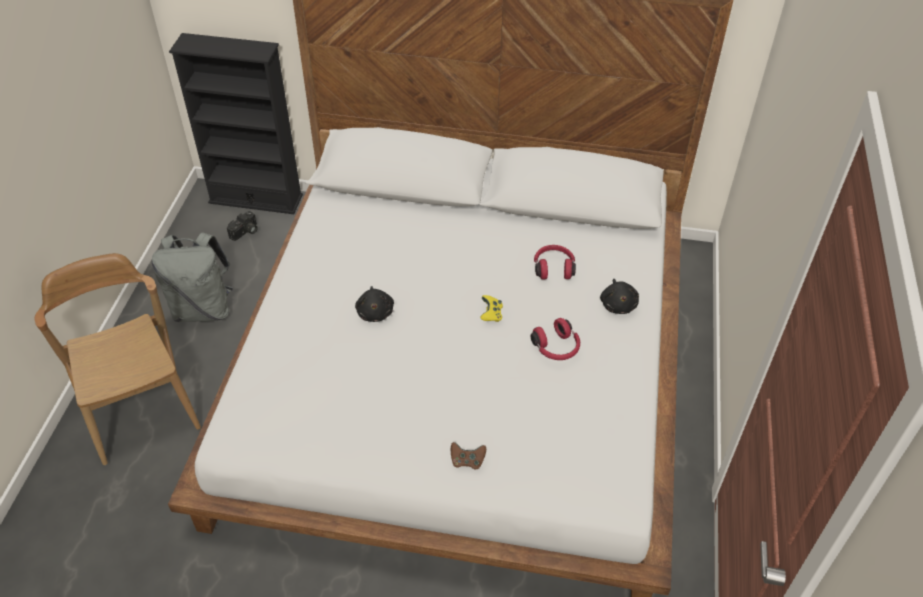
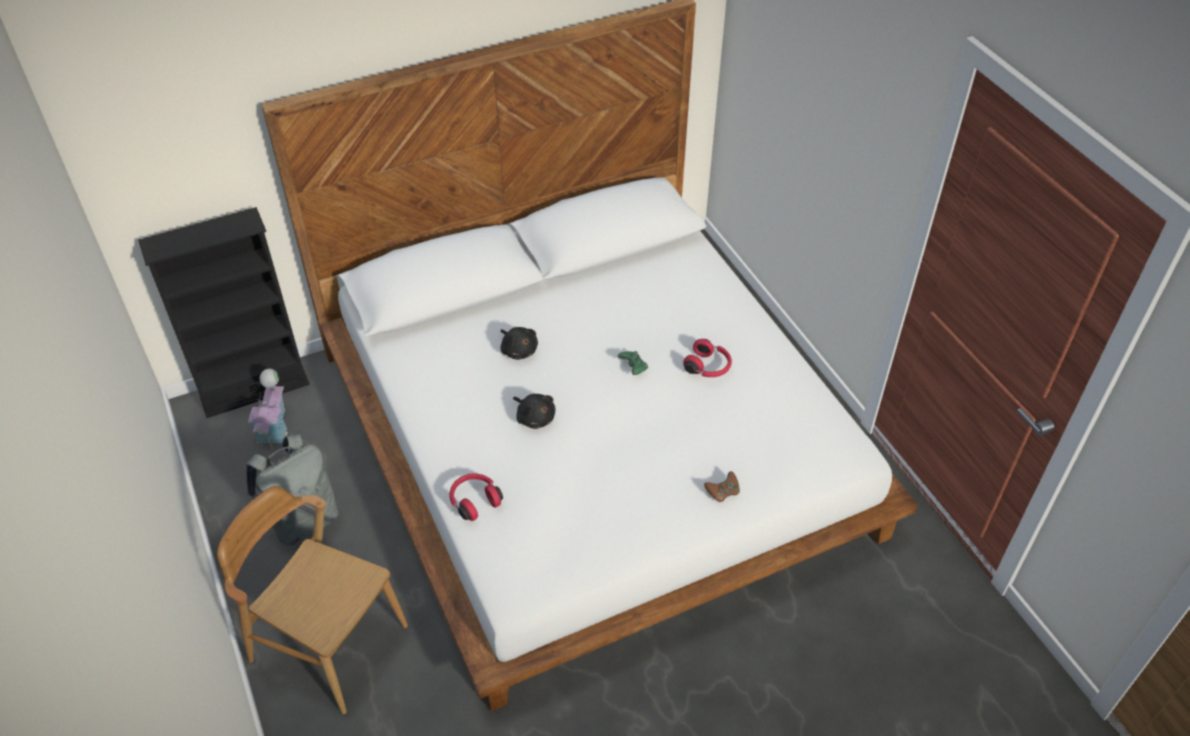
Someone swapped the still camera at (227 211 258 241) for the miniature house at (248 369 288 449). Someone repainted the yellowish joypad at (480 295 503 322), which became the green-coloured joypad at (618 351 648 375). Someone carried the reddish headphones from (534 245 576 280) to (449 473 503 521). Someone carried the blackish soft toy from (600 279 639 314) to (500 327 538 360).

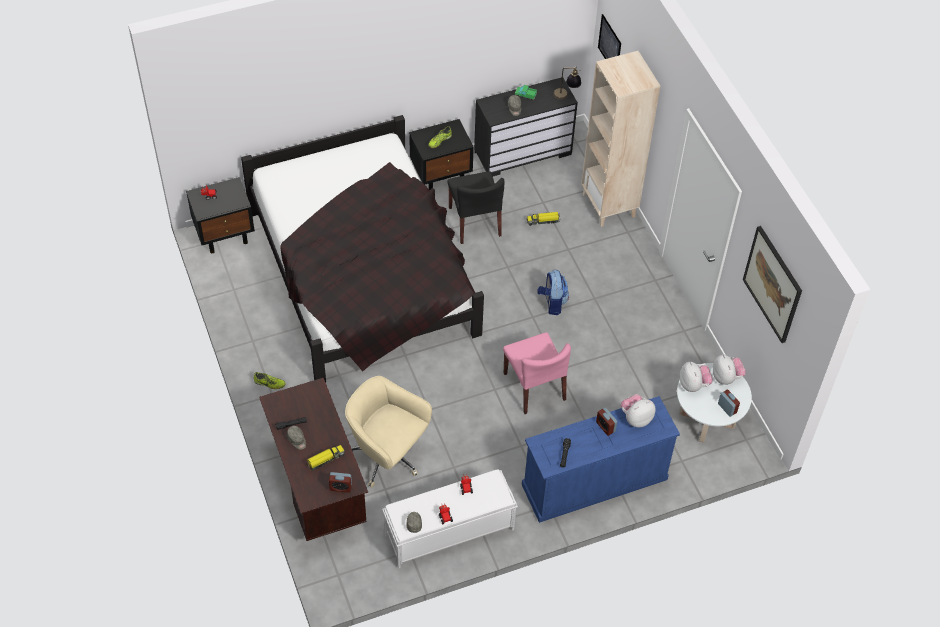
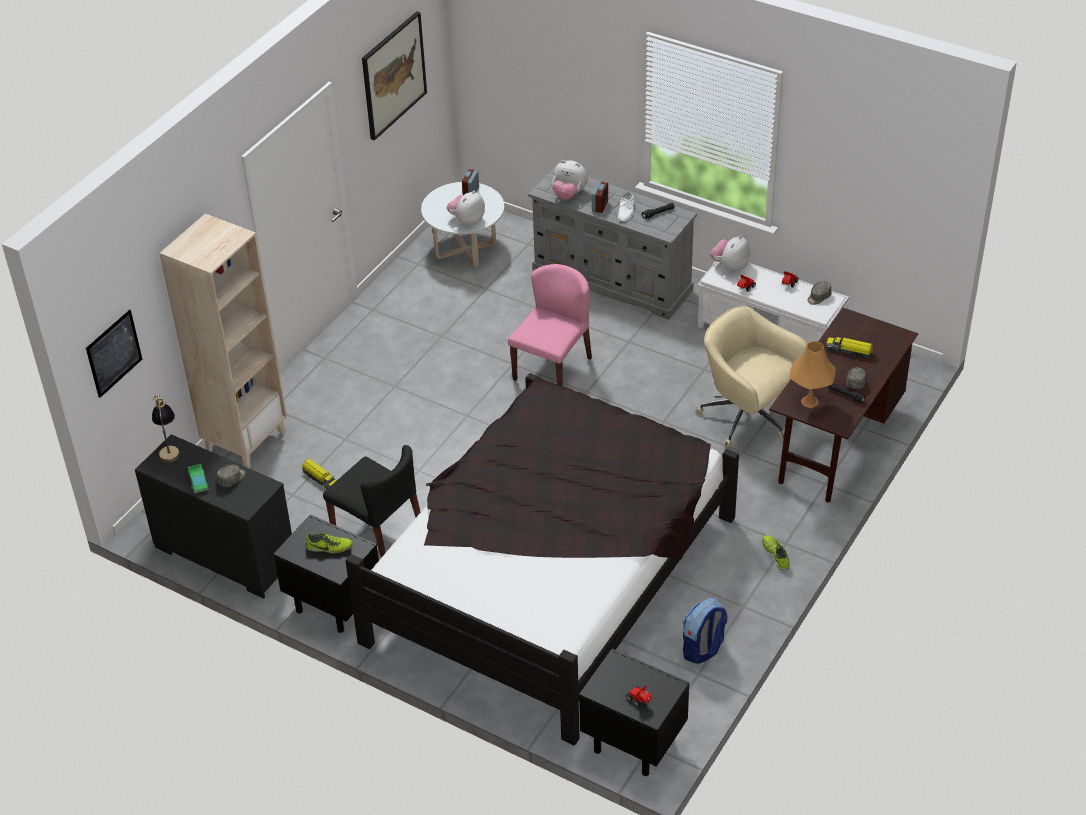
Someone took away the alarm clock at (329 472 352 493). Someone rotated the beige desk chair at (345 376 432 488) by 135 degrees clockwise. Someone rotated the blackish chair at (447 171 504 244) by 90 degrees clockwise. Someone repainted the blue dresser at (522 396 680 523), which became the greyish dresser at (528 166 697 320). Someone carried the rucksack from (537 270 569 315) to (683 598 728 664). Someone carried the soft toy from (713 355 746 385) to (710 235 750 273). Someone put down the white-coloured shoe at (618 192 634 222). Someone put down the orangey table lamp at (790 341 836 408).

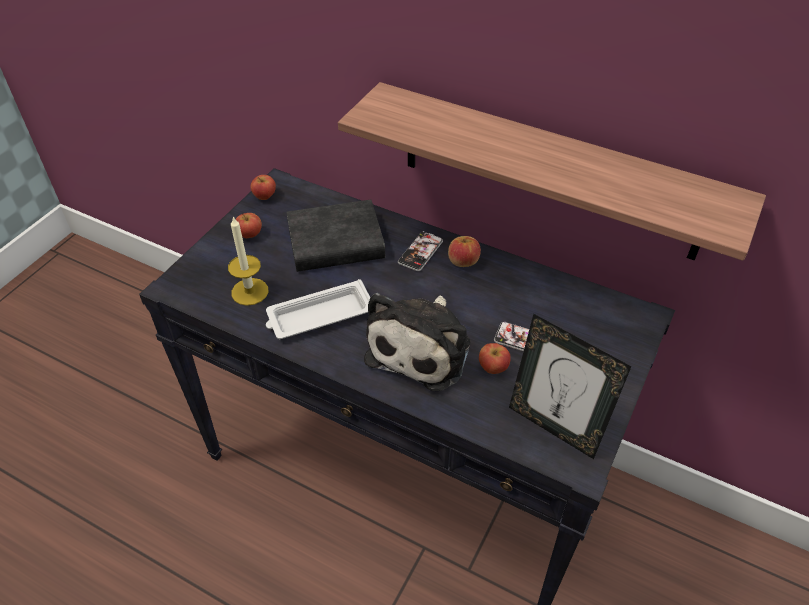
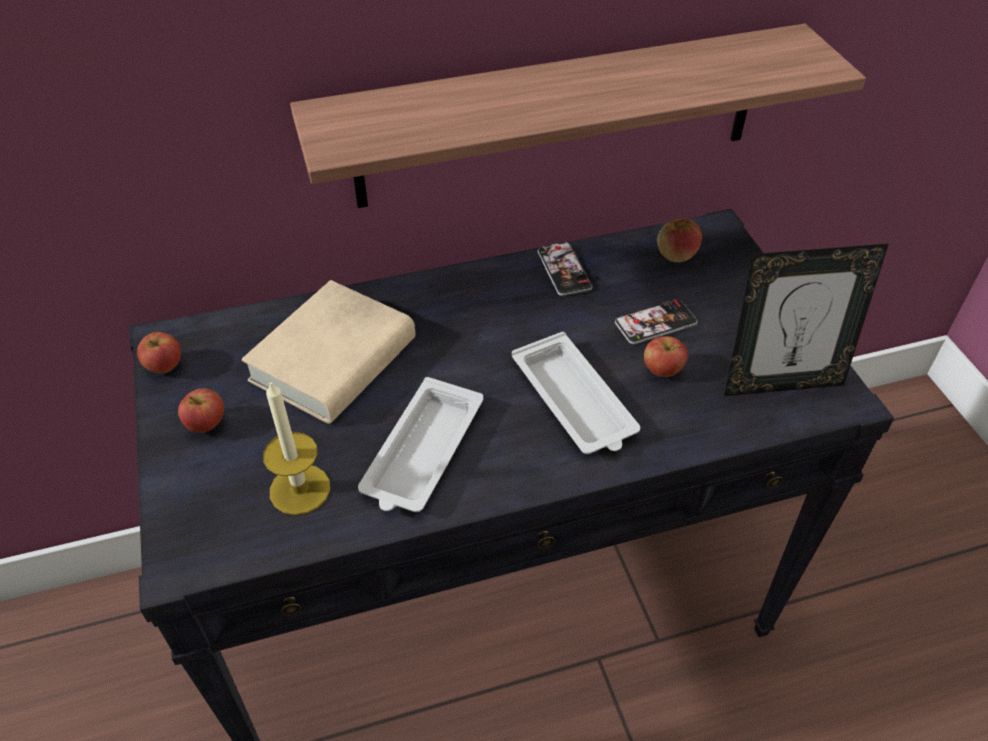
Someone repainted the blackish volume at (286 200 385 272), which became the beige volume at (242 280 415 424). Someone swapped the soft toy at (364 293 471 391) for the white-coloured serving tray at (512 332 640 454). Someone carried the phone from (398 231 443 271) to (538 242 592 296). Someone carried the apple fruit from (448 236 481 267) to (658 219 702 263).

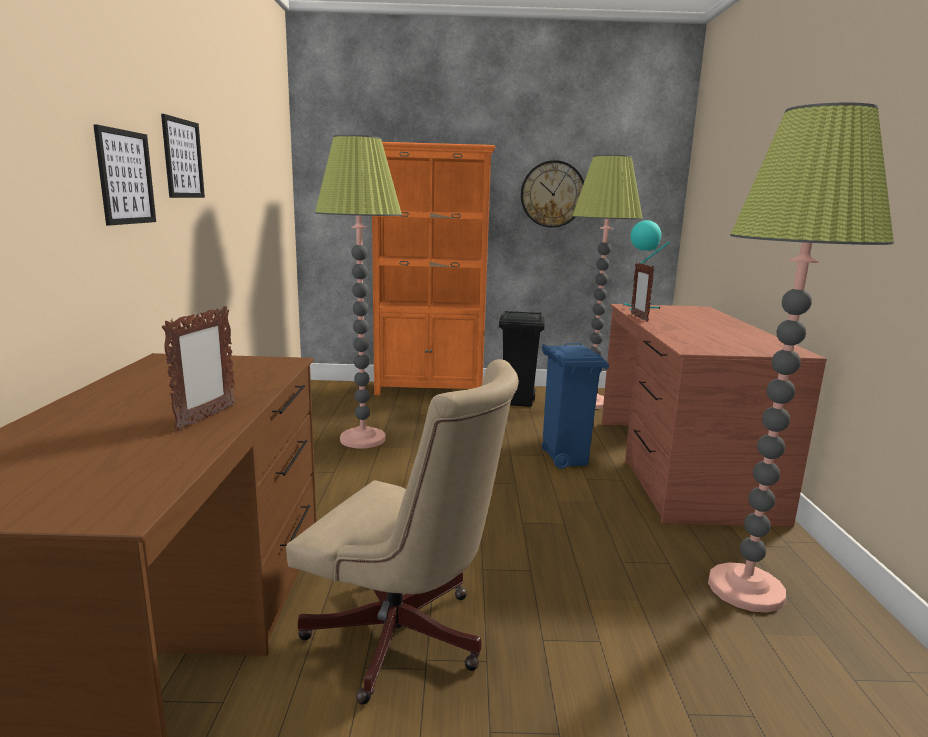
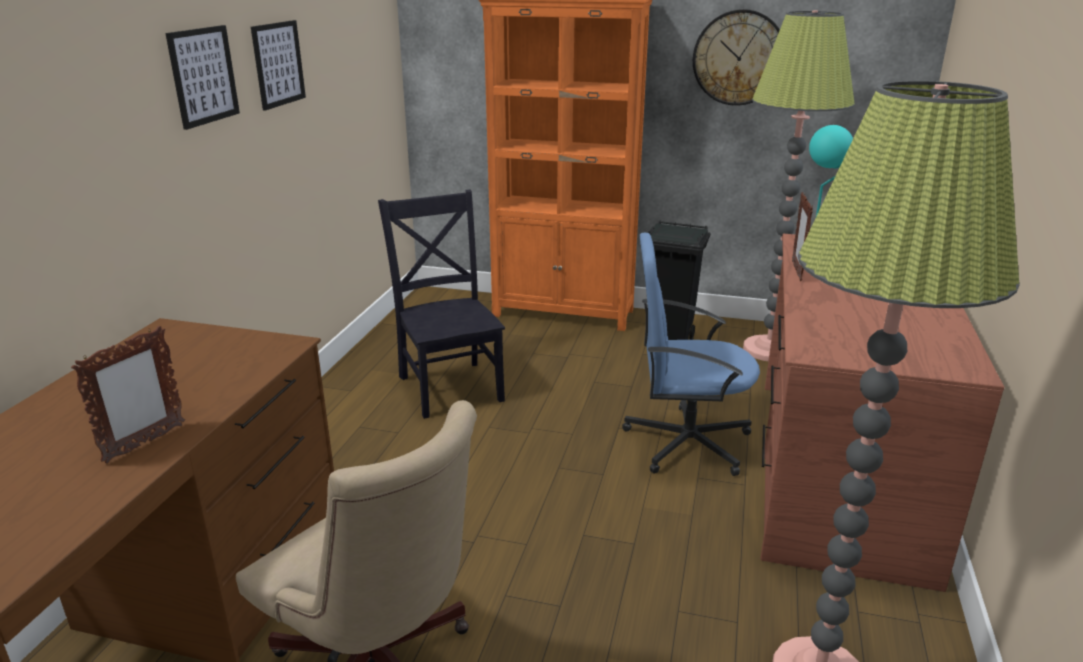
Someone carried the picture from (93 124 156 225) to (251 20 306 110). Someone swapped the standing lamp at (315 135 402 448) for the blackish chair at (378 190 505 419). Someone swapped the blue waste bin at (541 343 609 469) for the blue desk chair at (622 233 760 476).

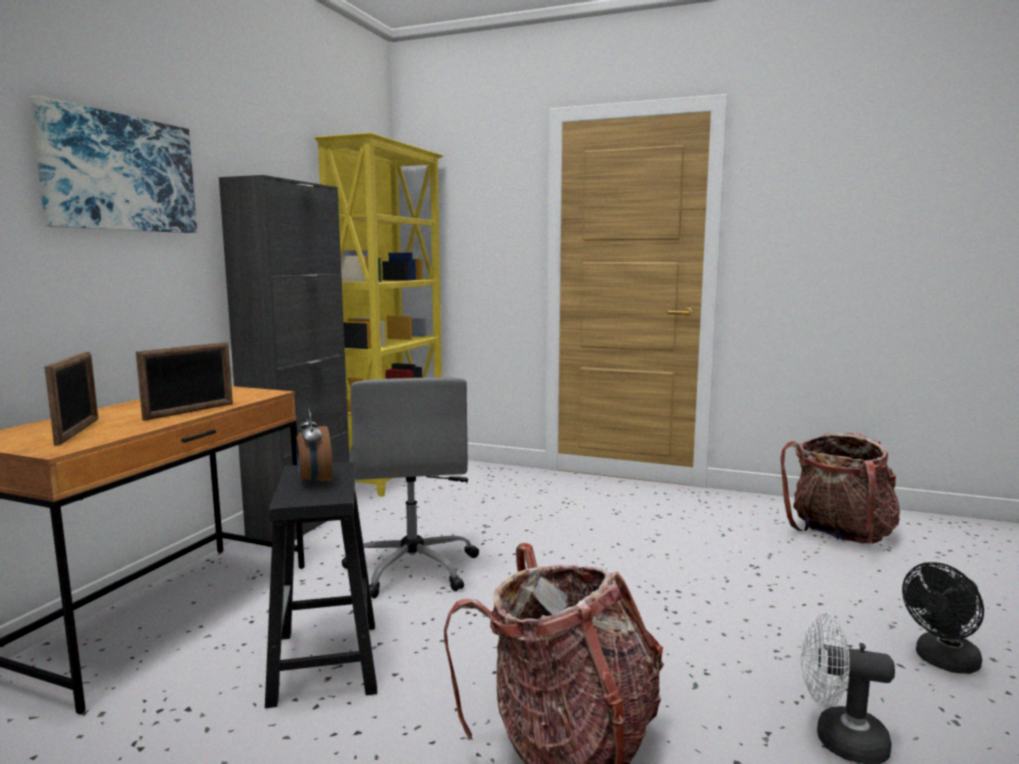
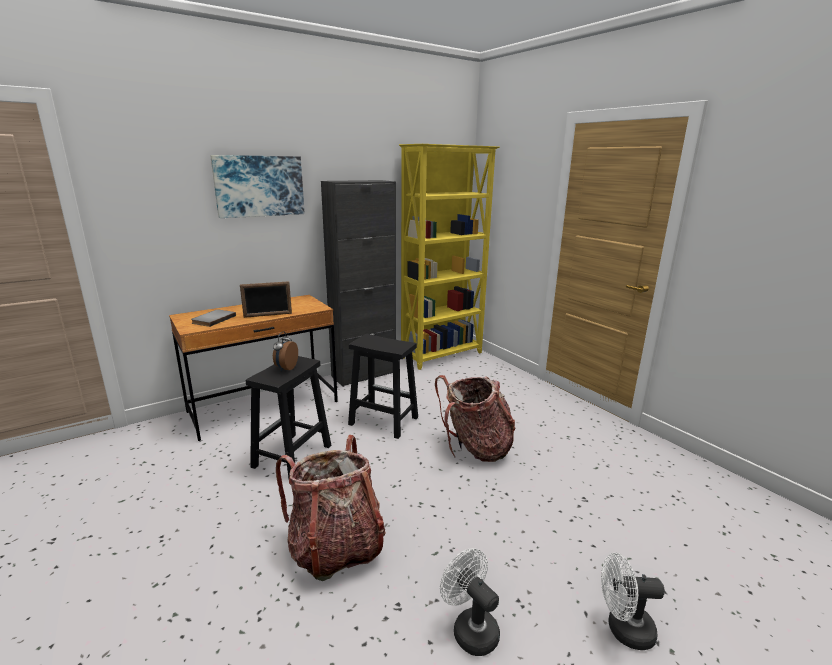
Someone swapped the picture frame at (44 352 98 446) for the greyish volume at (191 309 236 327). Someone swapped the greyish desk chair at (342 377 479 599) for the blackish stool seat at (348 334 418 439). Someone carried the rucksack from (780 432 900 544) to (435 375 516 462). Someone repainted the blackish fan at (902 562 984 674), which became the white-coloured fan at (601 553 665 650).

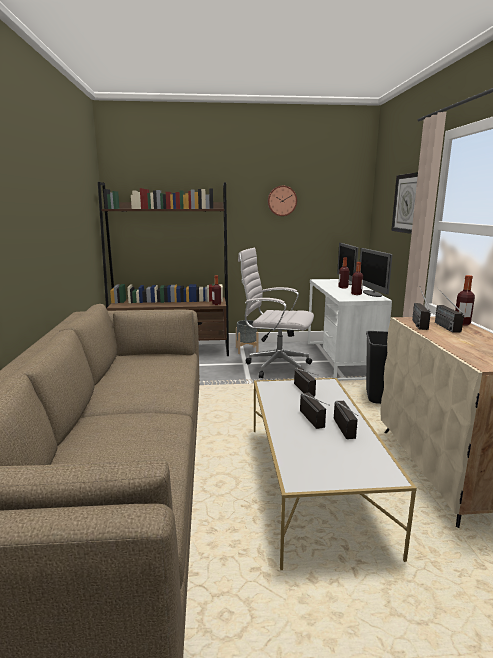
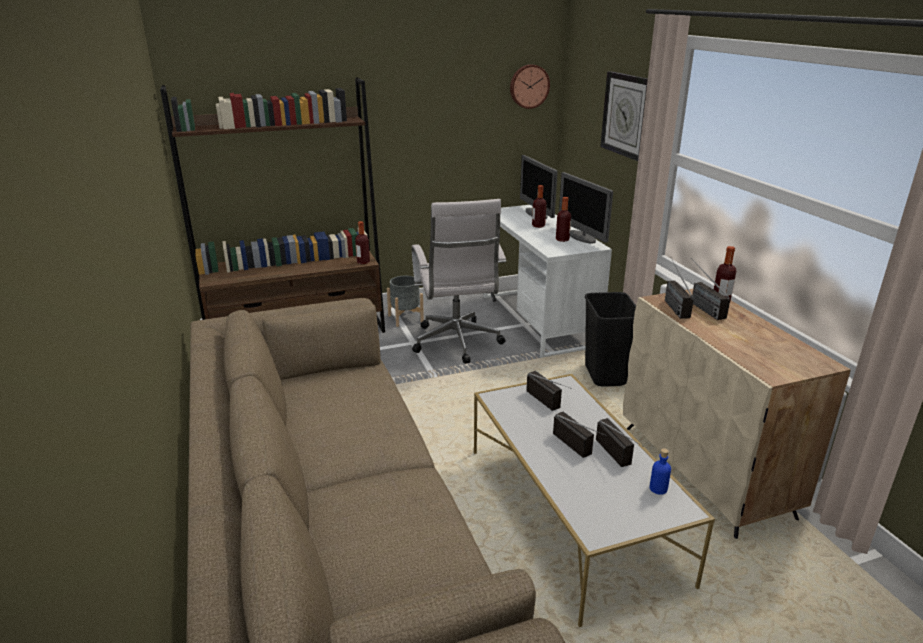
Someone rotated the white-coloured desk chair at (238 248 314 378) by 105 degrees counterclockwise. Someone carried the wall clock from (268 186 297 216) to (510 64 550 109). Someone put down the blue bottle at (650 448 671 495).

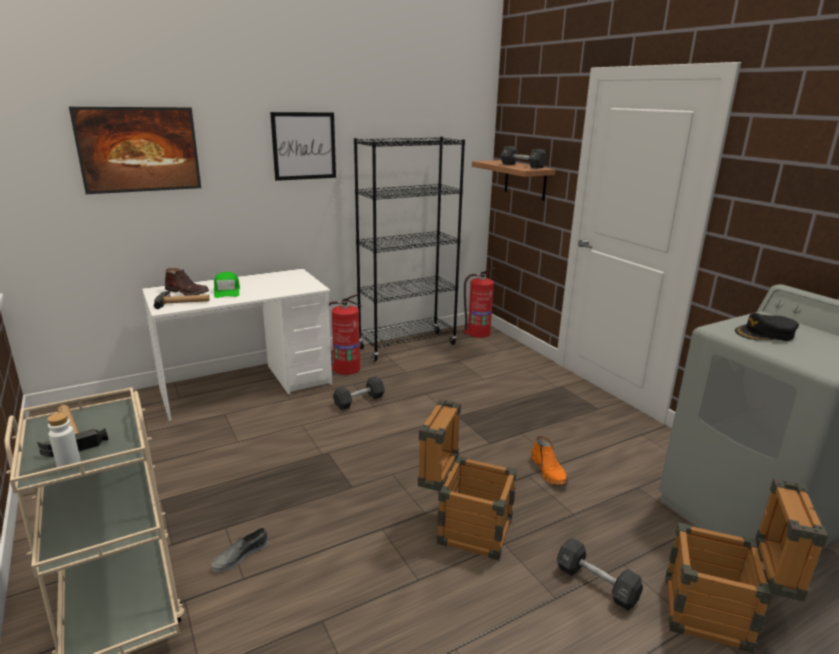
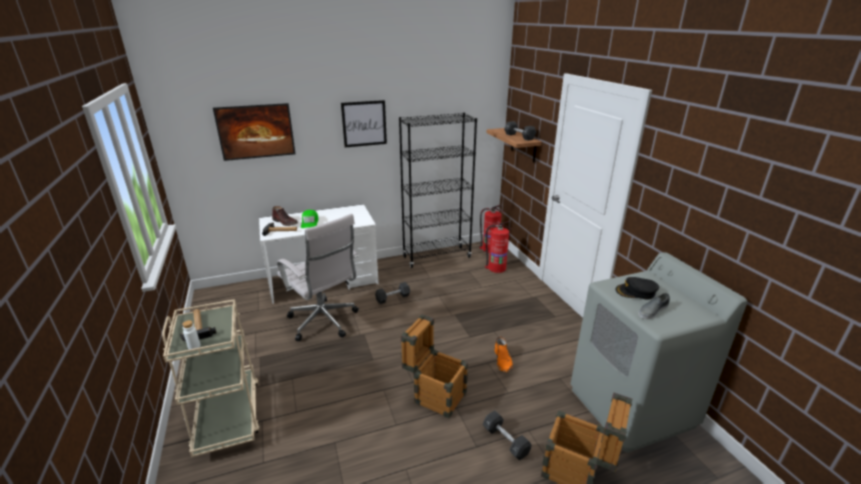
Someone carried the greyish shoe from (211 528 268 572) to (638 293 670 319). Someone carried the fire-fighting cylinder from (329 294 362 375) to (485 221 512 273). Someone put down the white-coloured desk chair at (277 214 359 341).

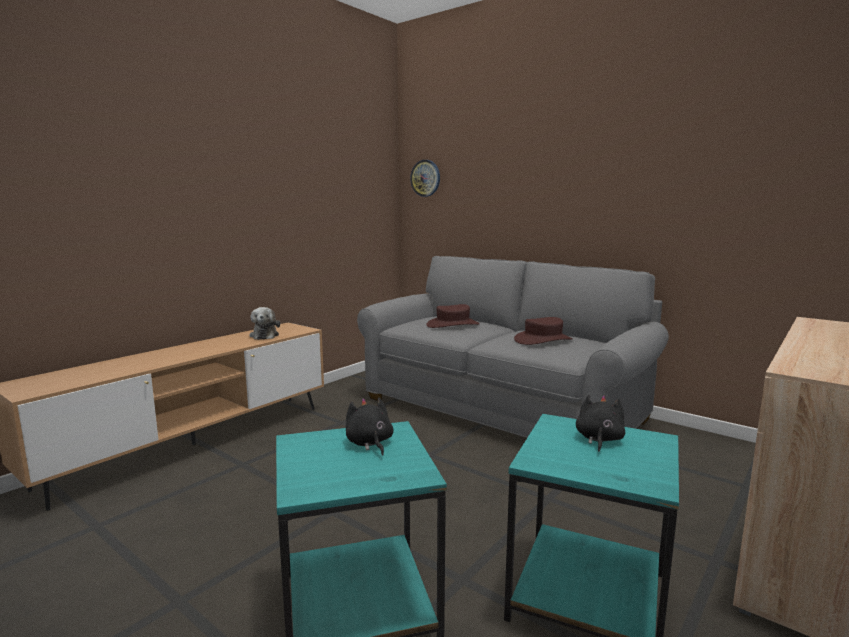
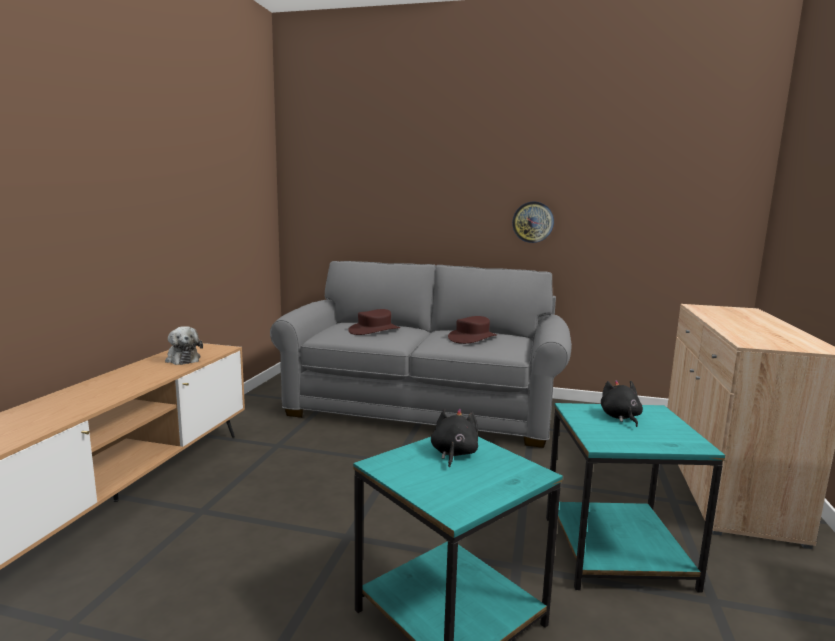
Someone rotated the blackish soft toy at (346 398 394 456) by 60 degrees clockwise. Someone carried the wall clock from (410 160 440 197) to (512 202 554 243).

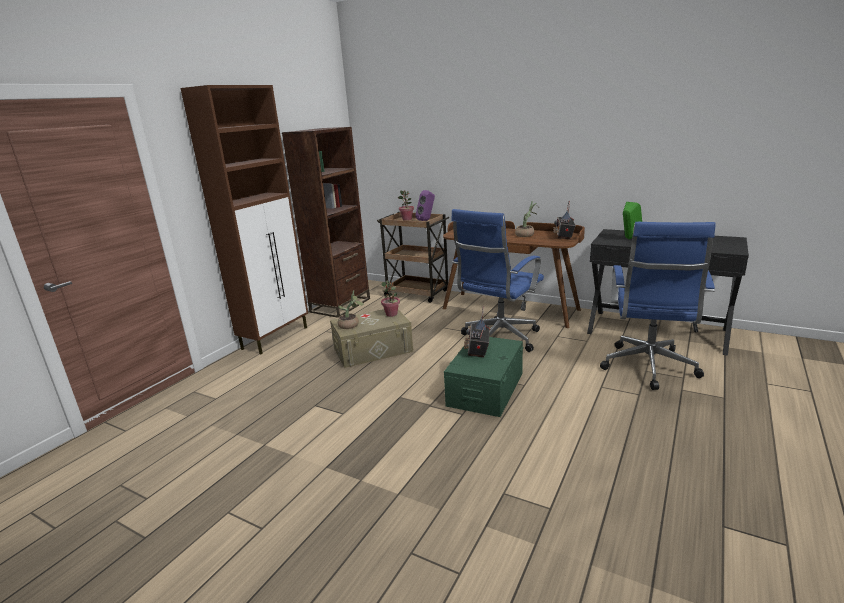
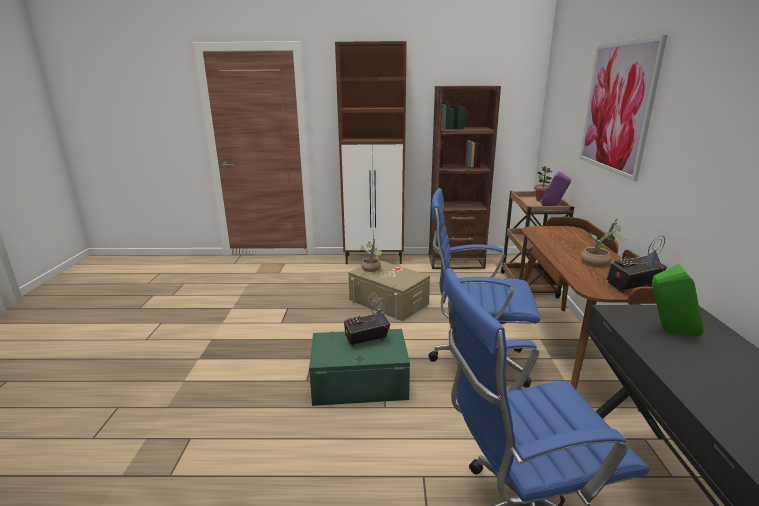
Someone took away the plant in a pot at (381 281 400 317). Someone put up the picture at (579 35 667 181).

